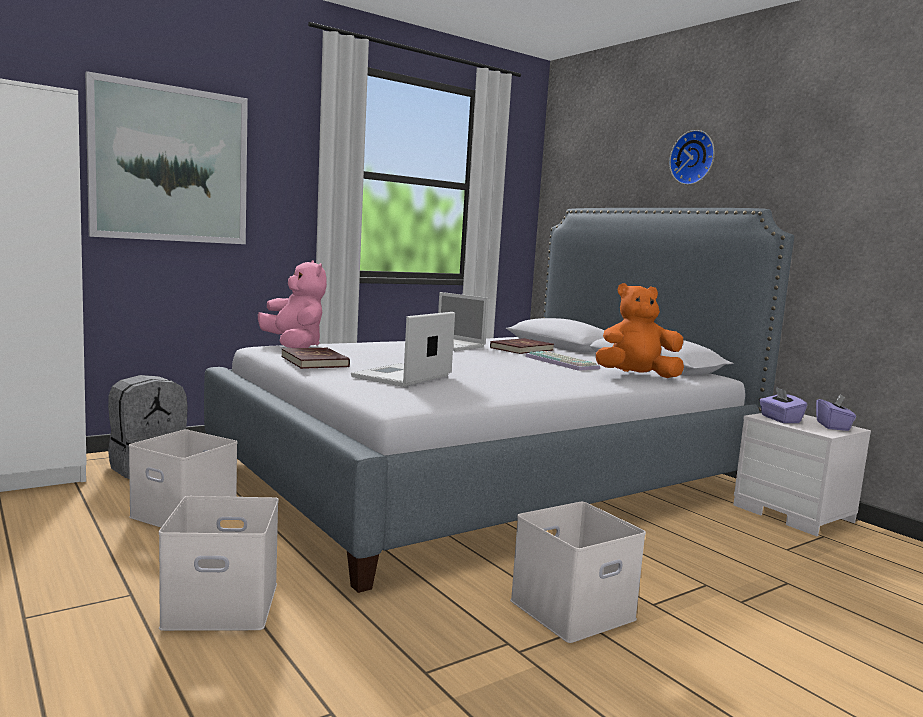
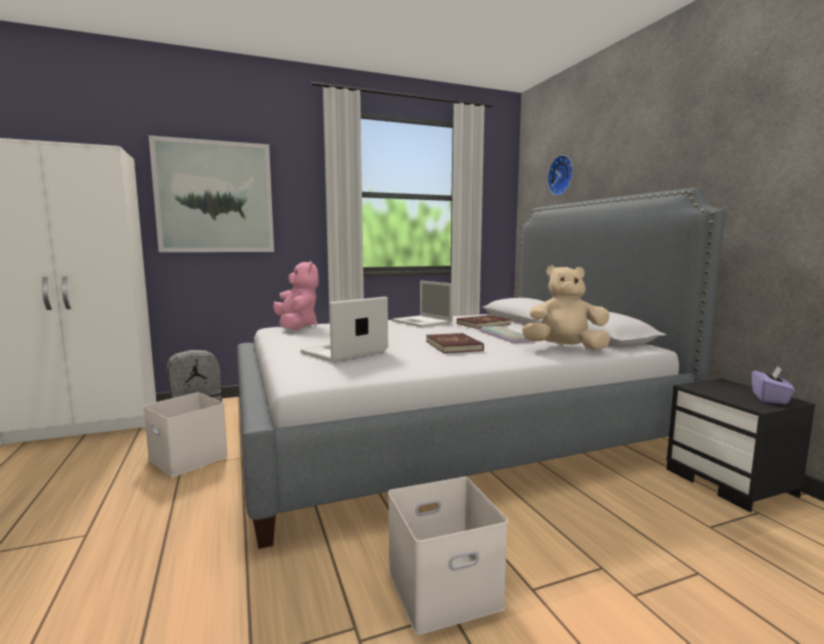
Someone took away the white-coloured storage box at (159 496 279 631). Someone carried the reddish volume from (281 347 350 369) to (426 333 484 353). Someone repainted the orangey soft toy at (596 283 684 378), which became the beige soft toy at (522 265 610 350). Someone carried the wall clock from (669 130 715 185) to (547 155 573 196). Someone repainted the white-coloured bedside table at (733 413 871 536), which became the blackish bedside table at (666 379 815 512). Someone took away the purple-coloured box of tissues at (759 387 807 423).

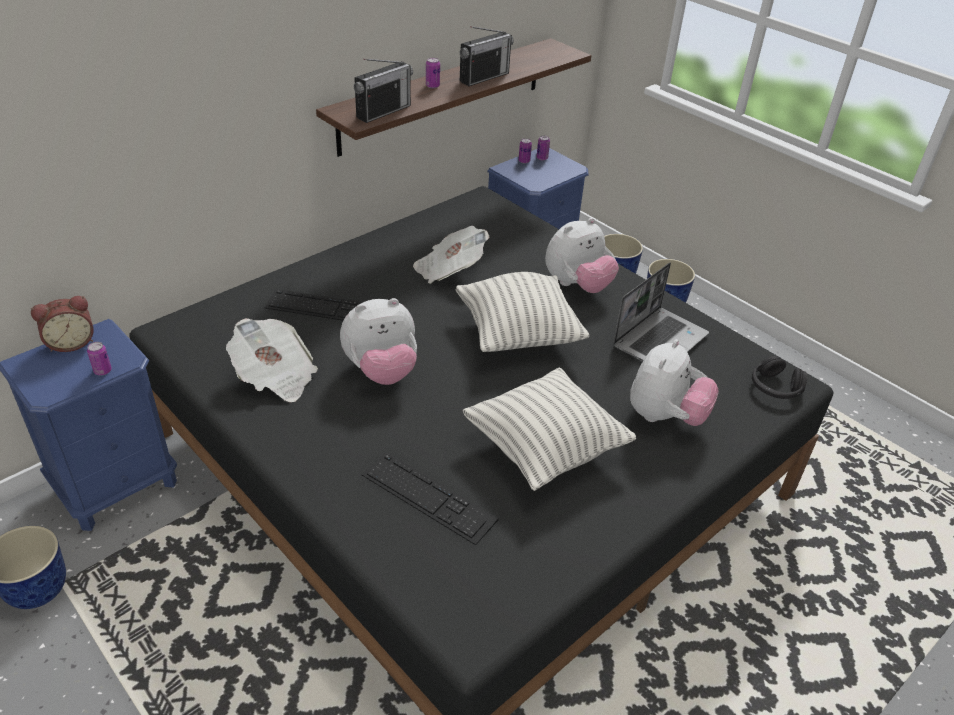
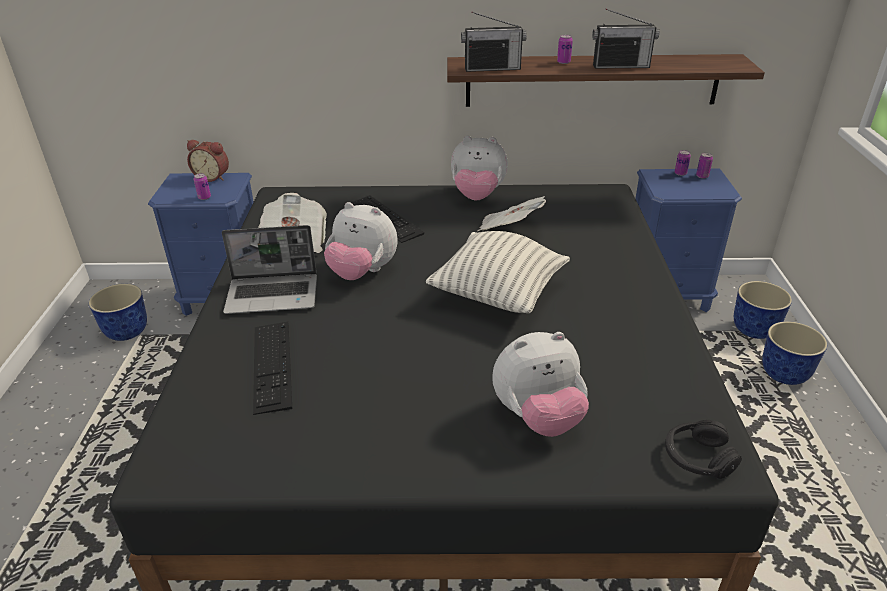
Someone took away the cushion at (462 367 636 491). Someone carried the soft toy from (545 218 619 293) to (451 136 508 201). Someone carried the portable computer from (613 262 709 361) to (222 225 317 314).

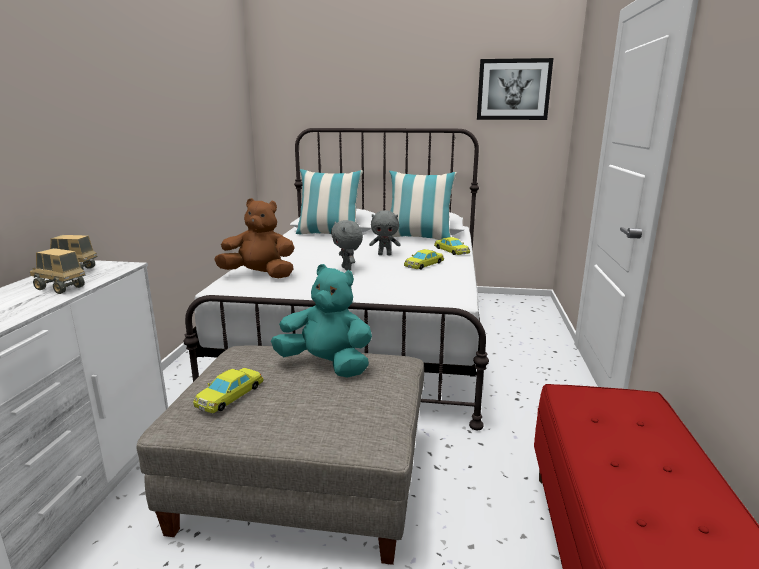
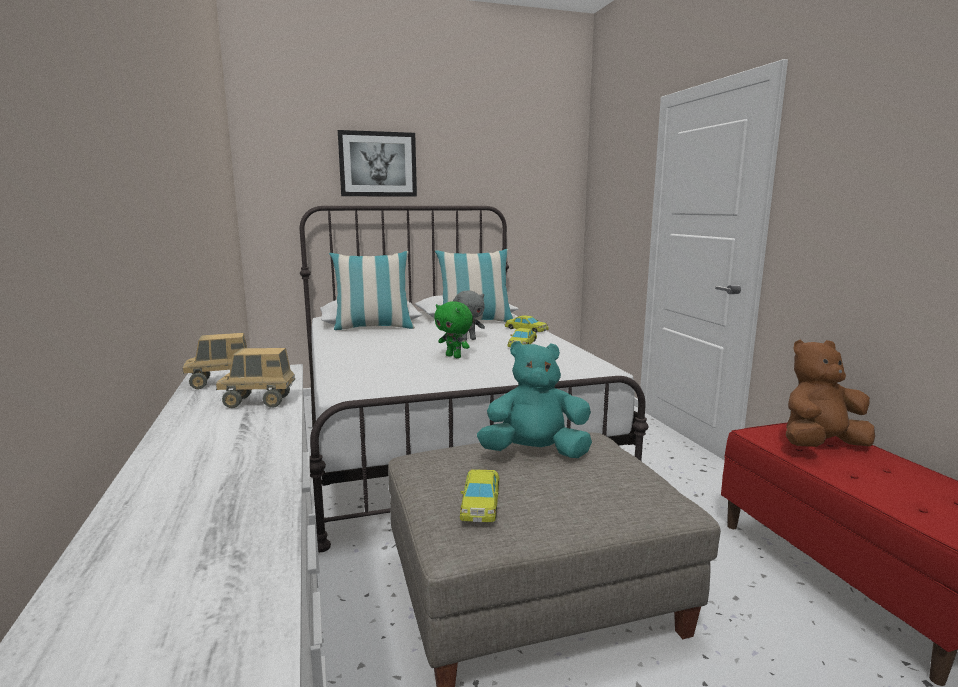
Someone carried the brownish soft toy from (214 198 295 278) to (786 340 875 447). Someone repainted the greyish soft toy at (331 220 363 271), which became the green-coloured soft toy at (434 301 473 358). Someone carried the picture from (477 58 553 120) to (338 130 417 197).

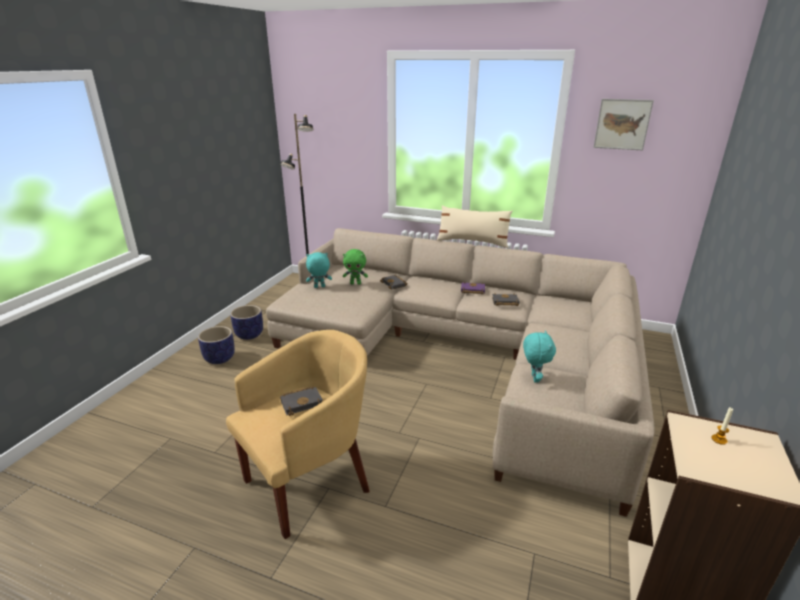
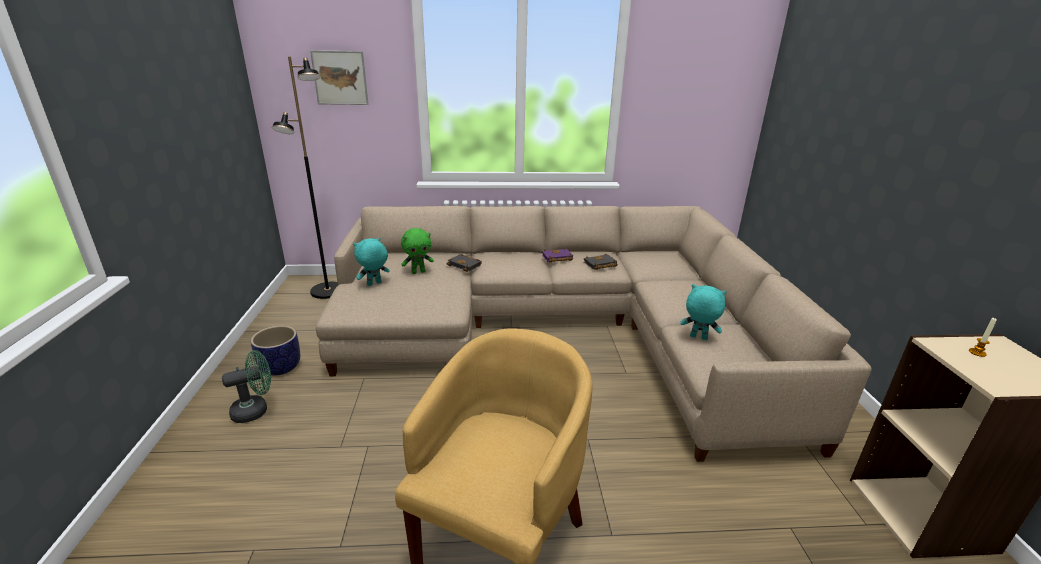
Someone swapped the planter at (198 326 235 364) for the green-coloured fan at (222 350 271 423). Someone took away the blackish volume at (280 386 323 416). Someone took away the beige cushion at (437 205 513 248). Someone rotated the blue-green soft toy at (523 330 556 383) by 45 degrees counterclockwise. Someone carried the picture from (593 99 654 151) to (310 50 369 105).

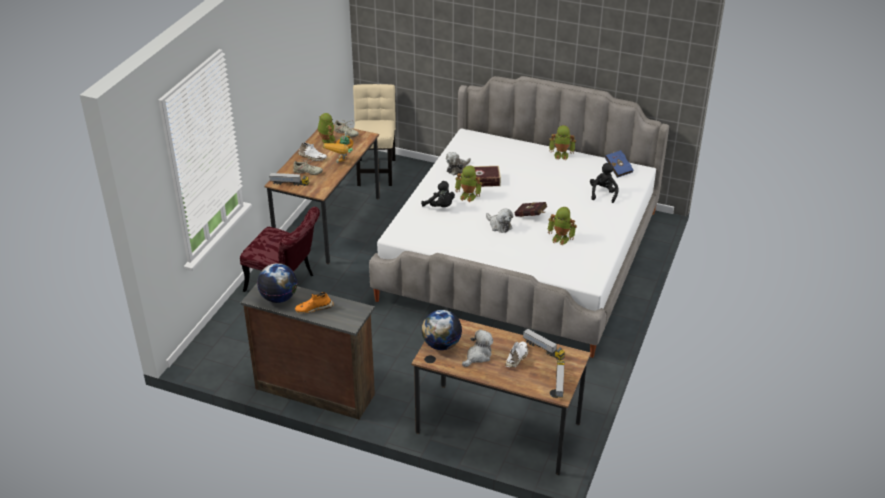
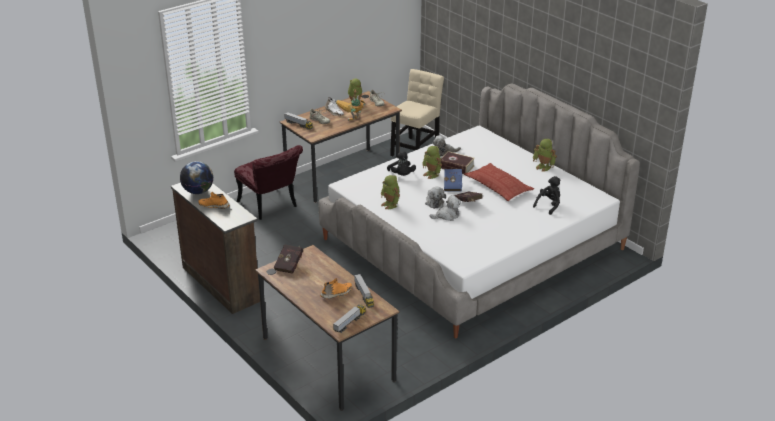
Someone swapped the desk globe at (421 310 462 350) for the reddish volume at (274 244 303 274). Someone carried the soft toy from (462 329 493 367) to (430 195 461 221). Someone repainted the white-coloured shoe at (505 342 528 368), which became the orangey shoe at (320 278 352 299). Someone carried the model robot from (548 207 577 245) to (381 175 400 210). Someone carried the blue volume from (605 151 634 178) to (444 168 462 192). Someone put down the cushion at (464 163 534 201).

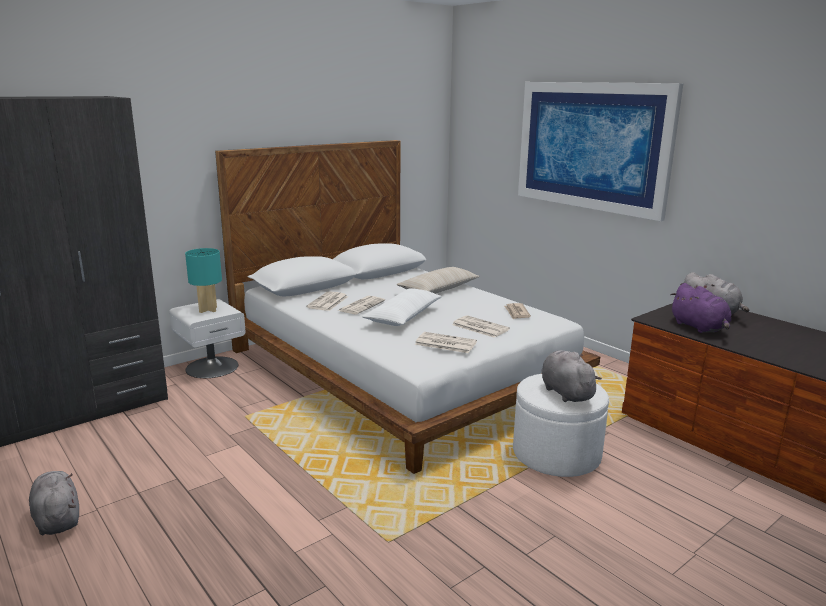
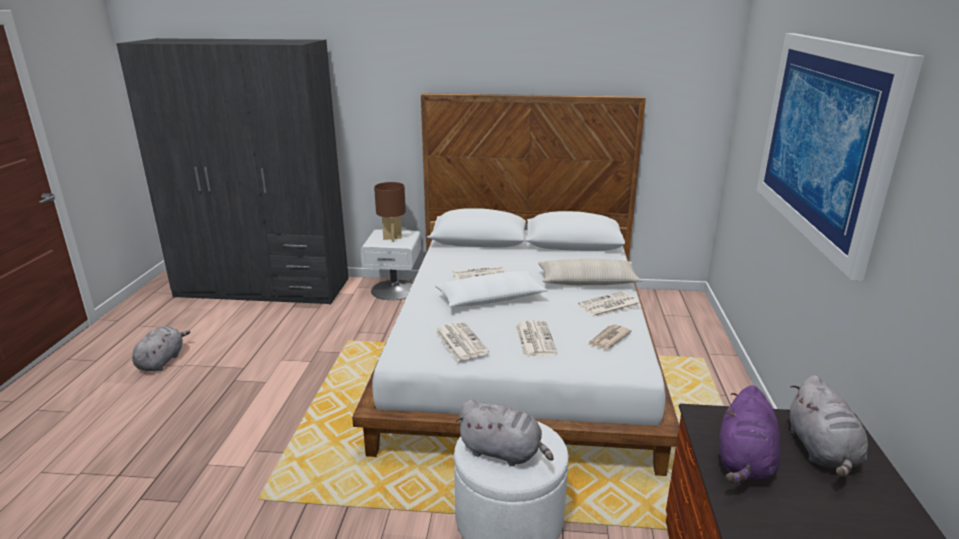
Someone repainted the blue-green table lamp at (185 248 222 313), which became the brownish table lamp at (374 182 406 242). Someone carried the printed paper from (306 291 348 311) to (578 291 640 317). Someone rotated the greyish soft toy at (541 350 601 402) by 90 degrees clockwise.

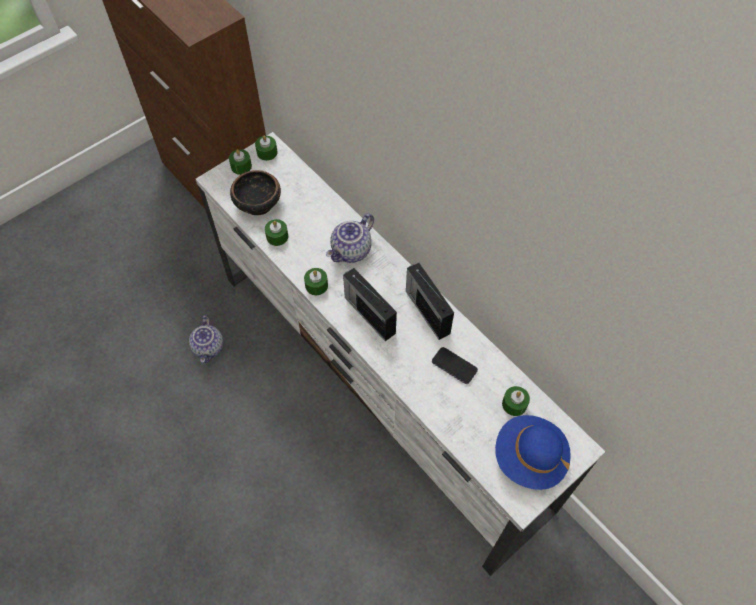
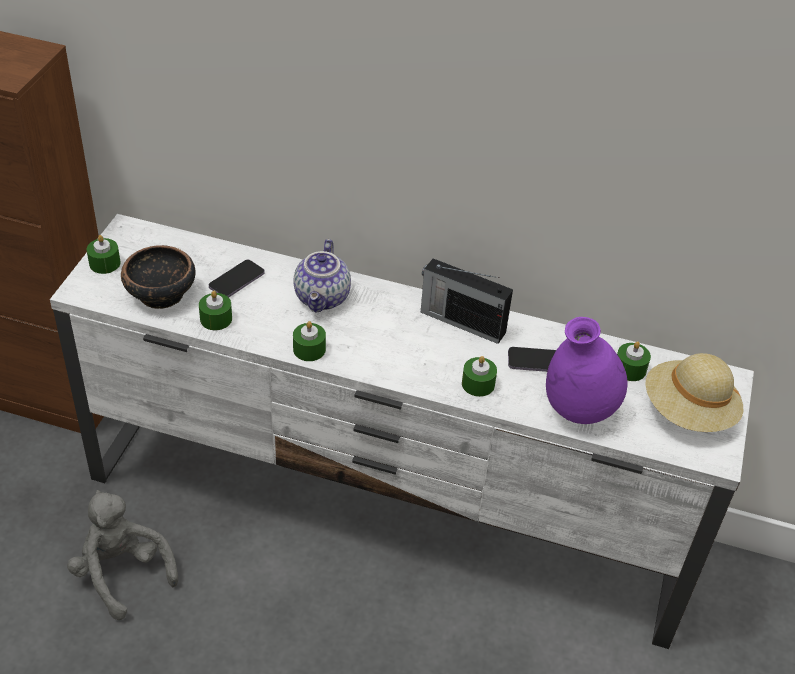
Someone swapped the tea pot at (189 315 223 363) for the greyish soft toy at (67 490 178 620). Someone carried the green-coloured candle from (255 135 277 161) to (462 356 497 397). Someone took away the radio set at (343 268 397 341). Someone repainted the blue clothing hat at (495 415 571 490), which became the beige clothing hat at (646 353 743 432). Someone put down the phone at (209 260 265 297). Someone put down the purple-coloured decorative vase at (546 317 627 424).

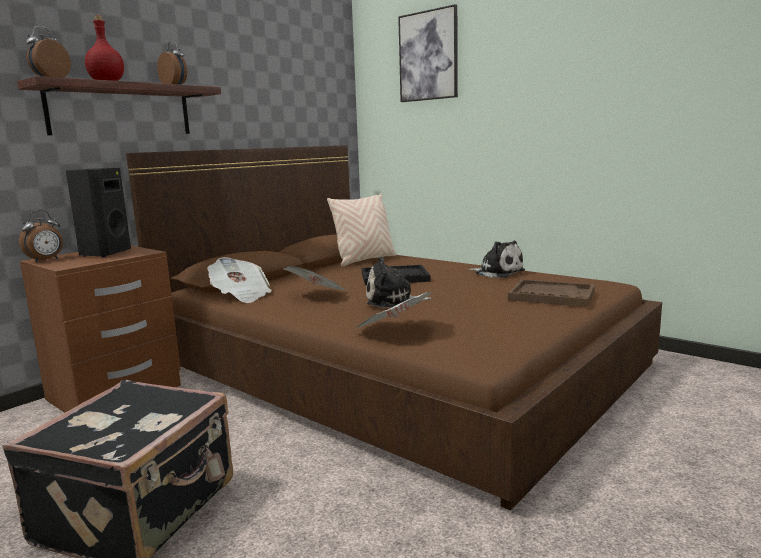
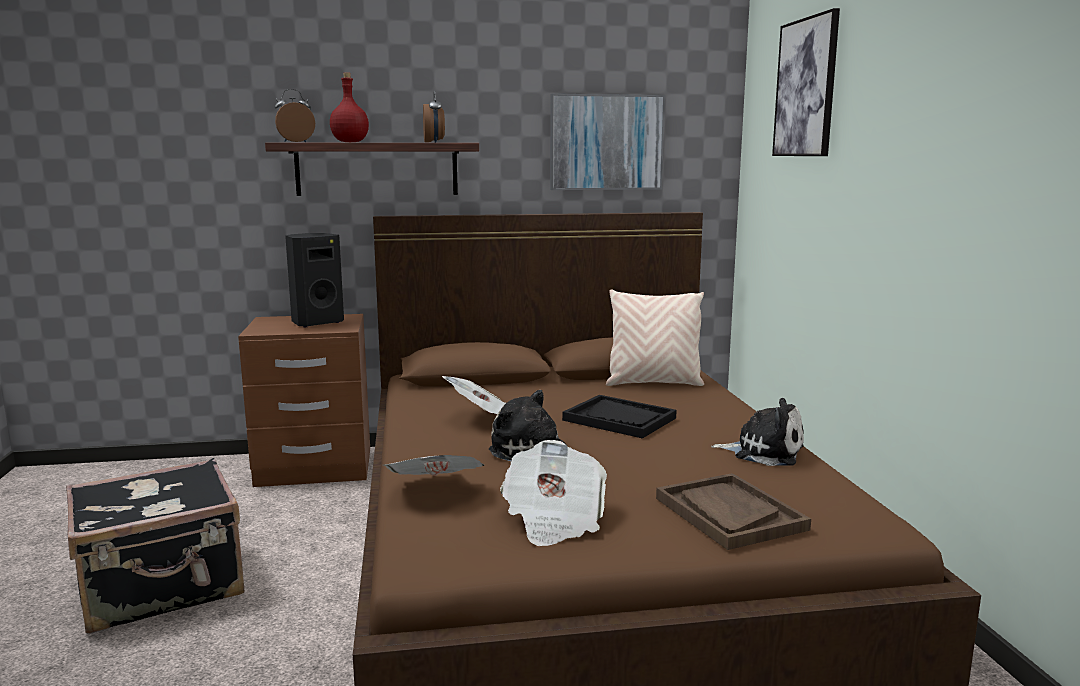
Someone took away the alarm clock at (19 210 63 262). Someone carried the printed paper from (207 257 272 303) to (500 440 607 546). Someone rotated the soft toy at (469 241 525 278) by 60 degrees counterclockwise. Someone put up the picture at (550 94 665 190).

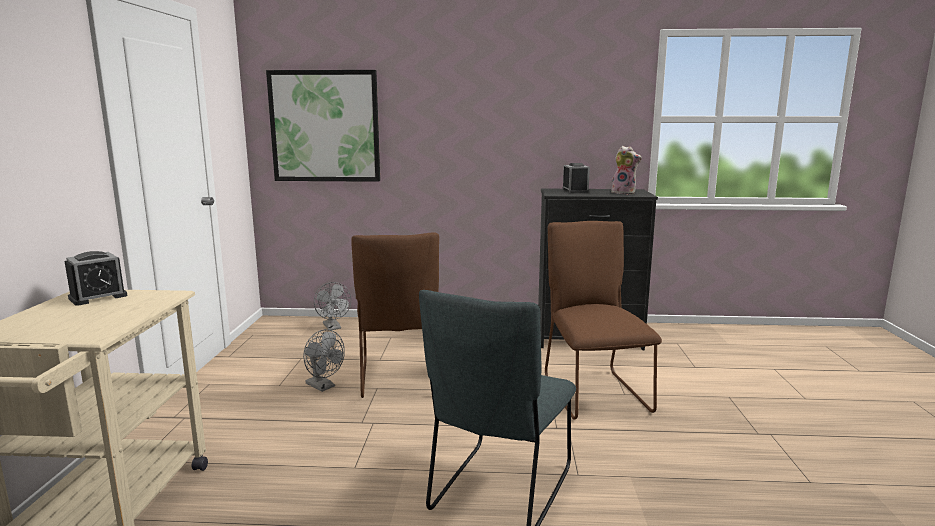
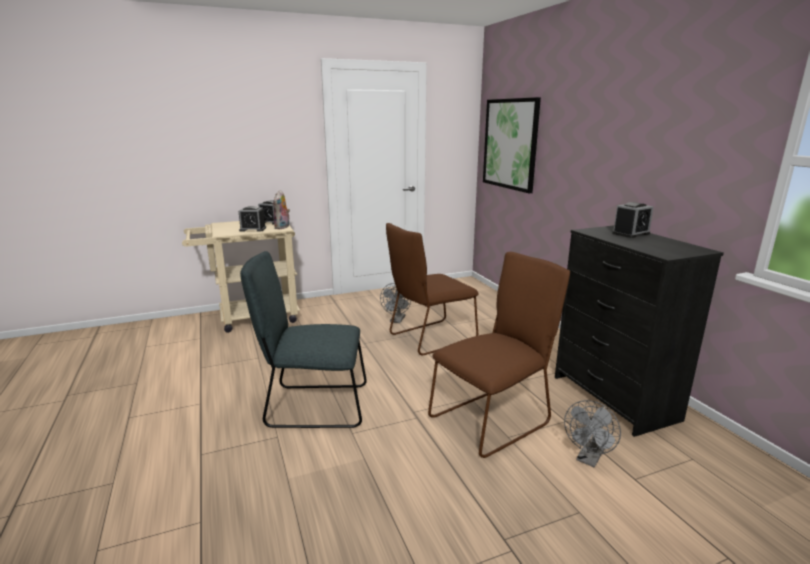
Someone carried the greyish fan from (314 282 351 330) to (564 400 621 468). Someone carried the soft toy from (611 146 642 195) to (273 190 290 229). Someone put down the alarm clock at (239 206 266 232).

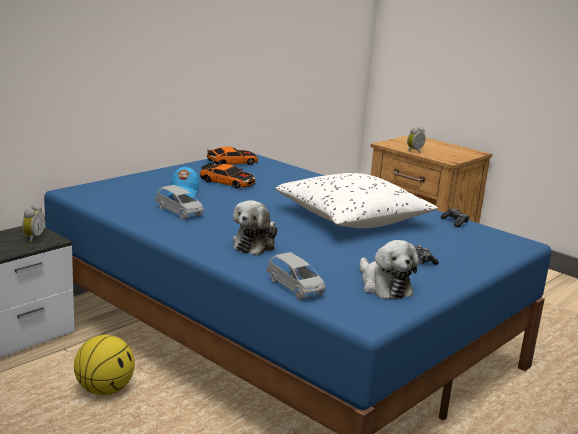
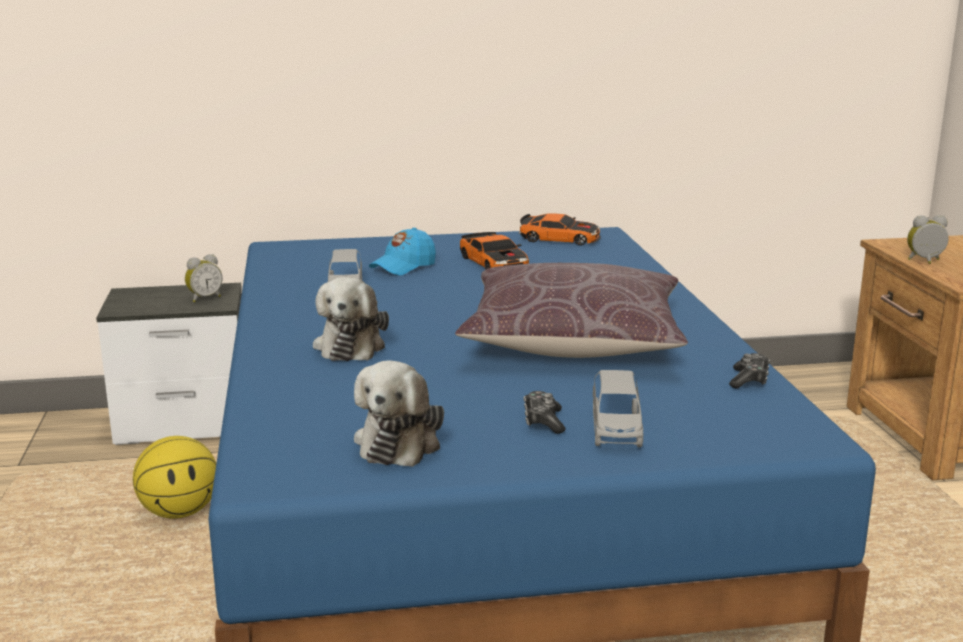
Someone rotated the soft toy at (232 200 278 255) by 60 degrees counterclockwise. Someone carried the greyish miniature car from (267 252 326 300) to (593 370 643 447). Someone repainted the white-coloured cushion at (275 173 438 228), which became the brownish cushion at (455 263 688 358).

